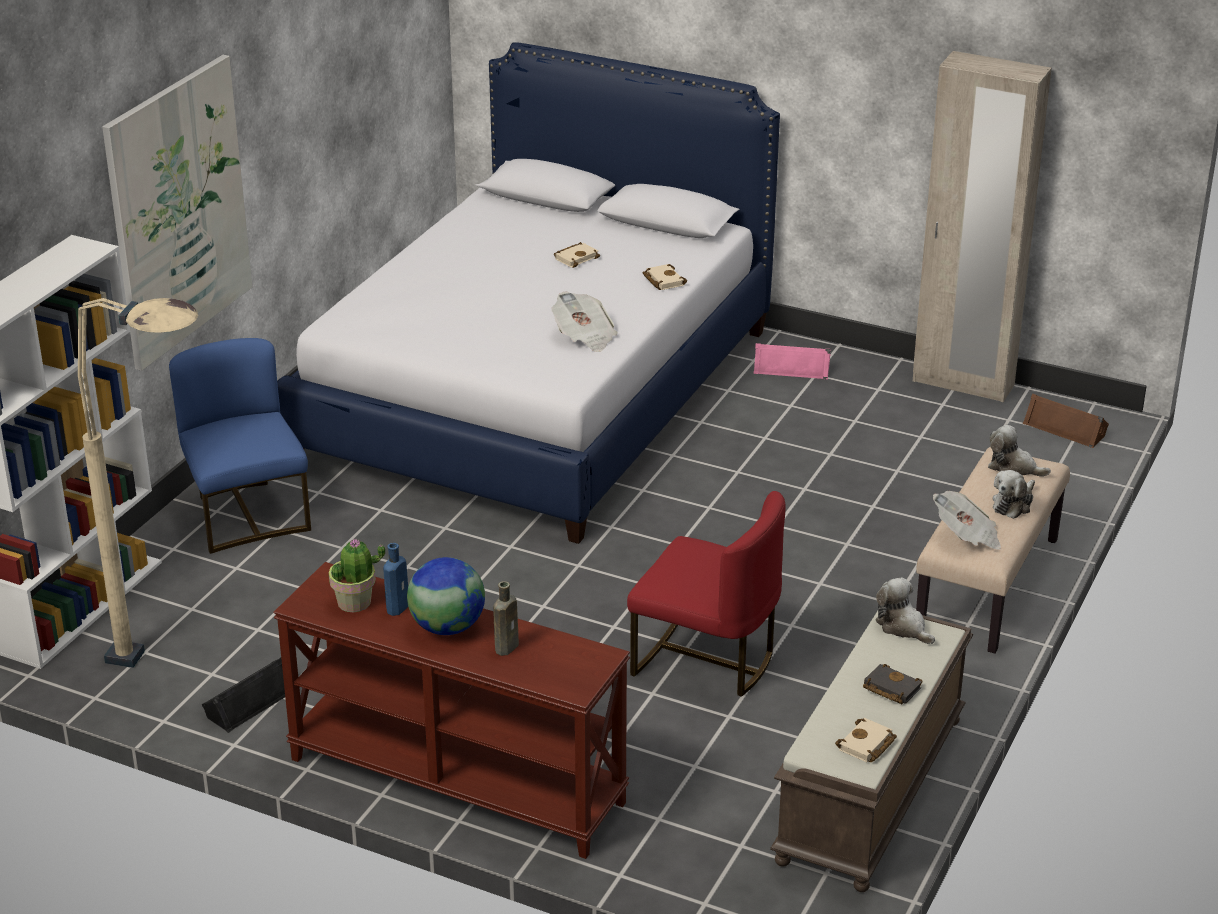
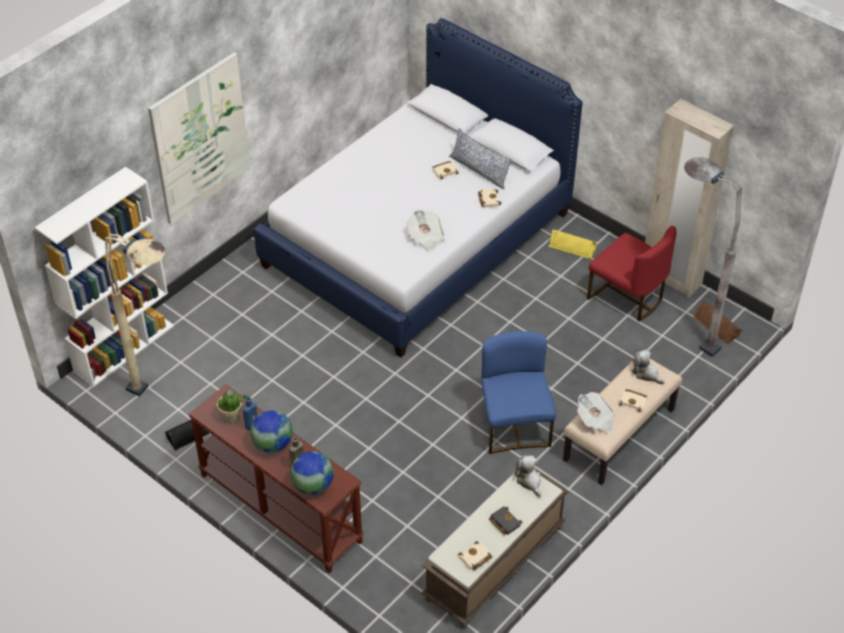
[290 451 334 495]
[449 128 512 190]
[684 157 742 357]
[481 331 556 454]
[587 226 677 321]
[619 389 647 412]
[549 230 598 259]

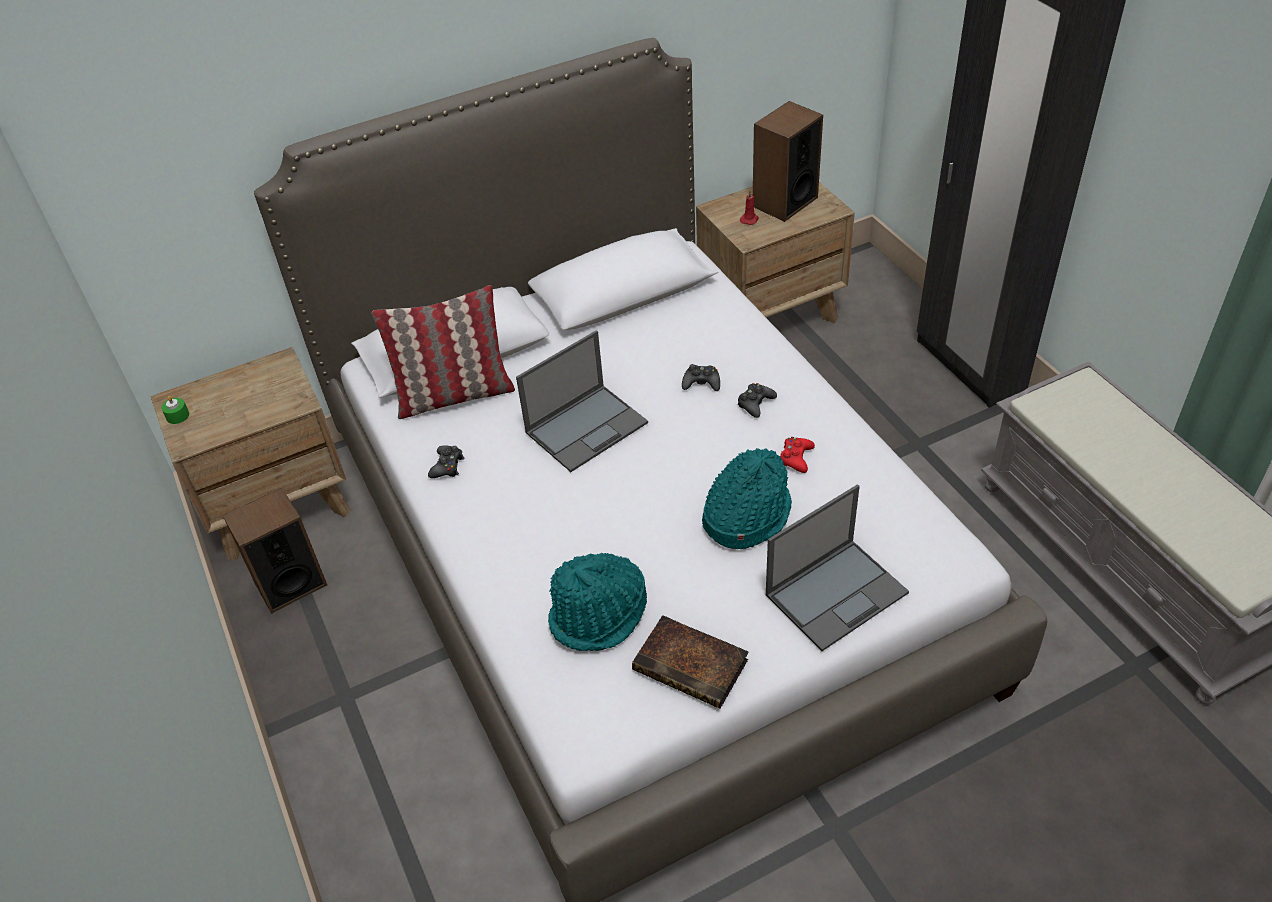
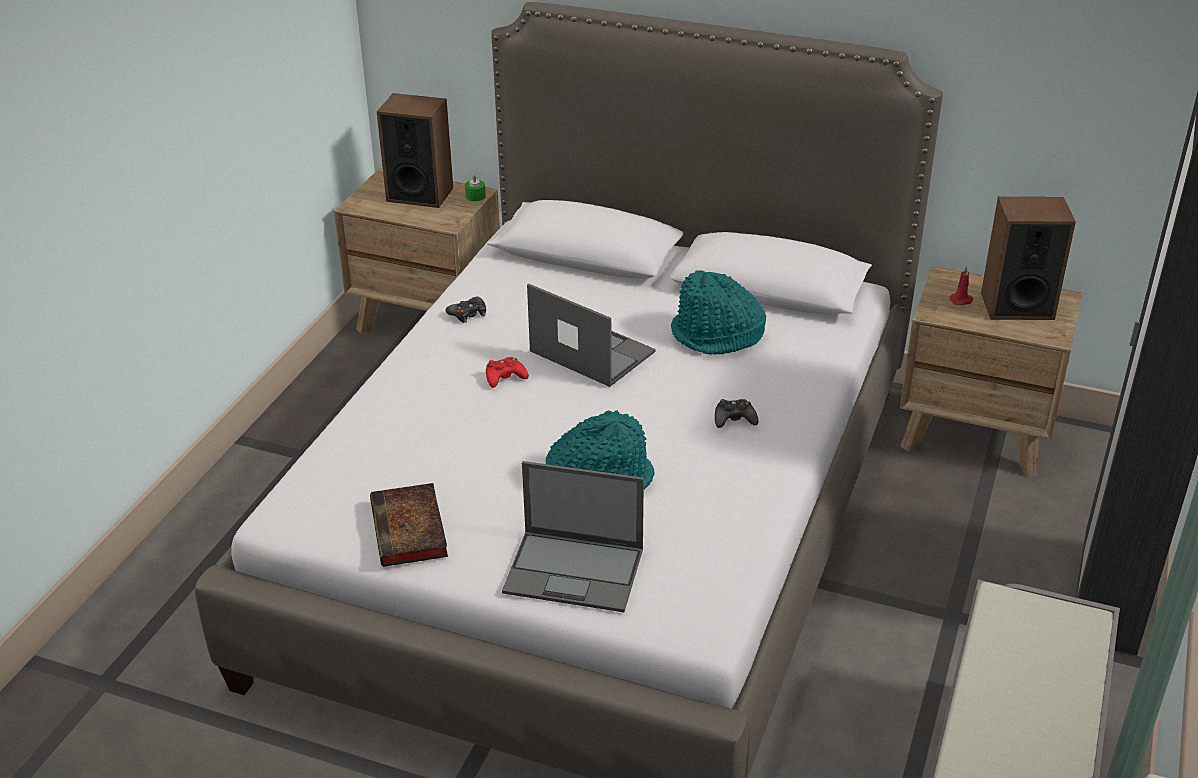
[372 285 515 419] (first image)
[682 364 720 391] (first image)
[465 175 486 201]
[377 93 453 208]
[671 270 766 355]
[486 357 529 388]
[527 284 656 387]

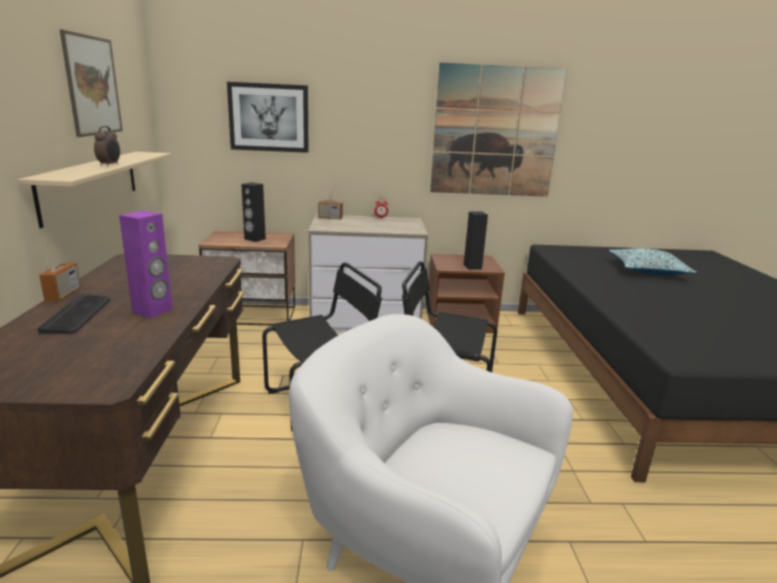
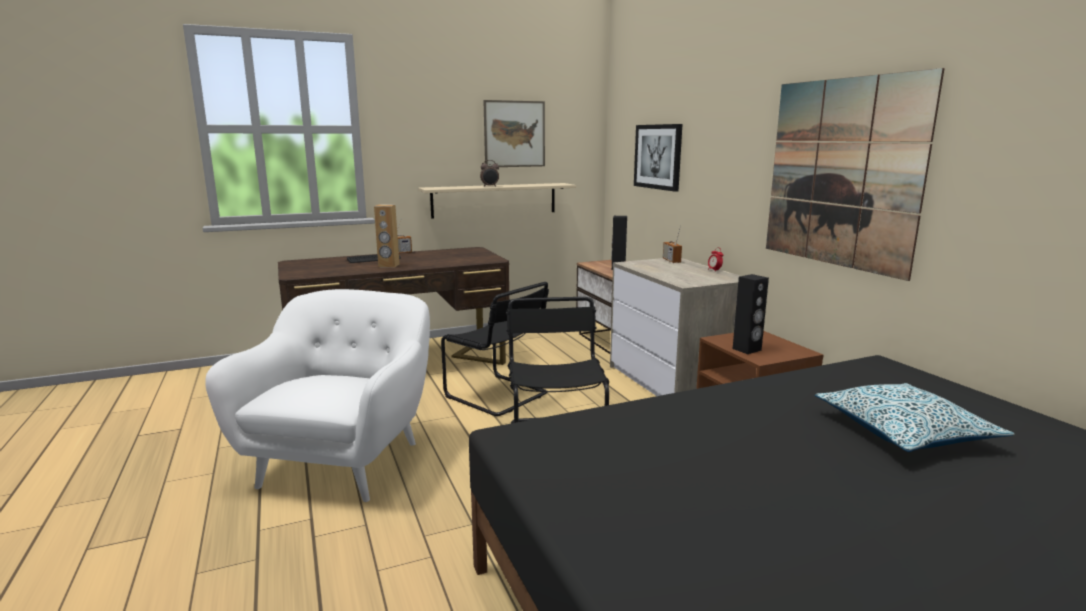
[374 205 400 268]

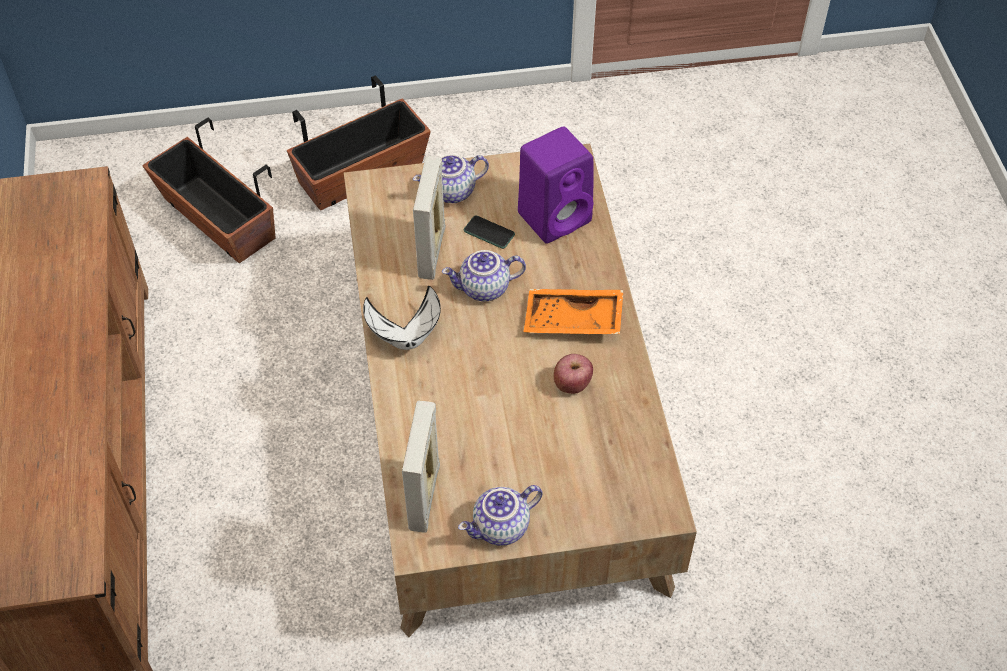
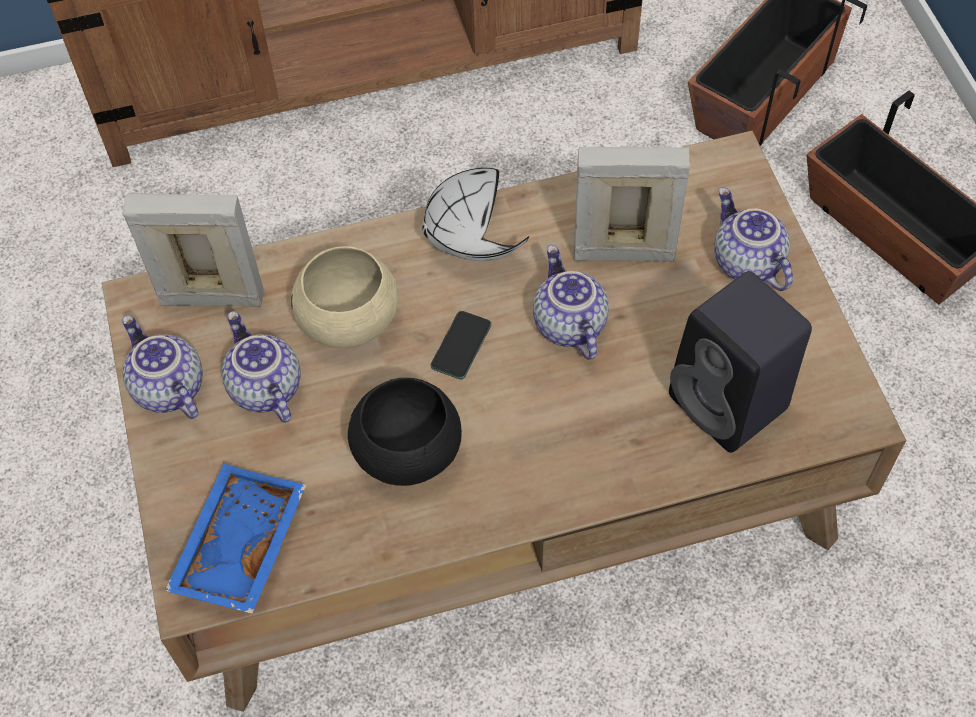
[524 289 624 334] (first image)
[164 464 306 614]
[222 311 300 423]
[291 246 399 348]
[431 311 491 379]
[348 378 462 486]
[669 271 812 453]

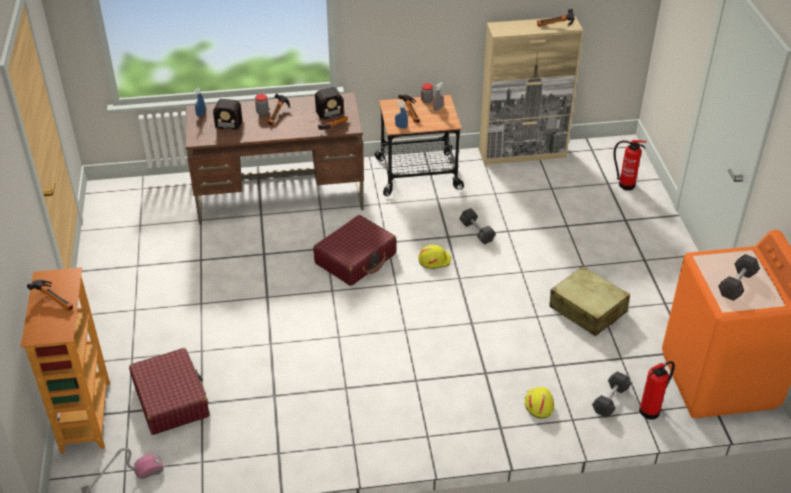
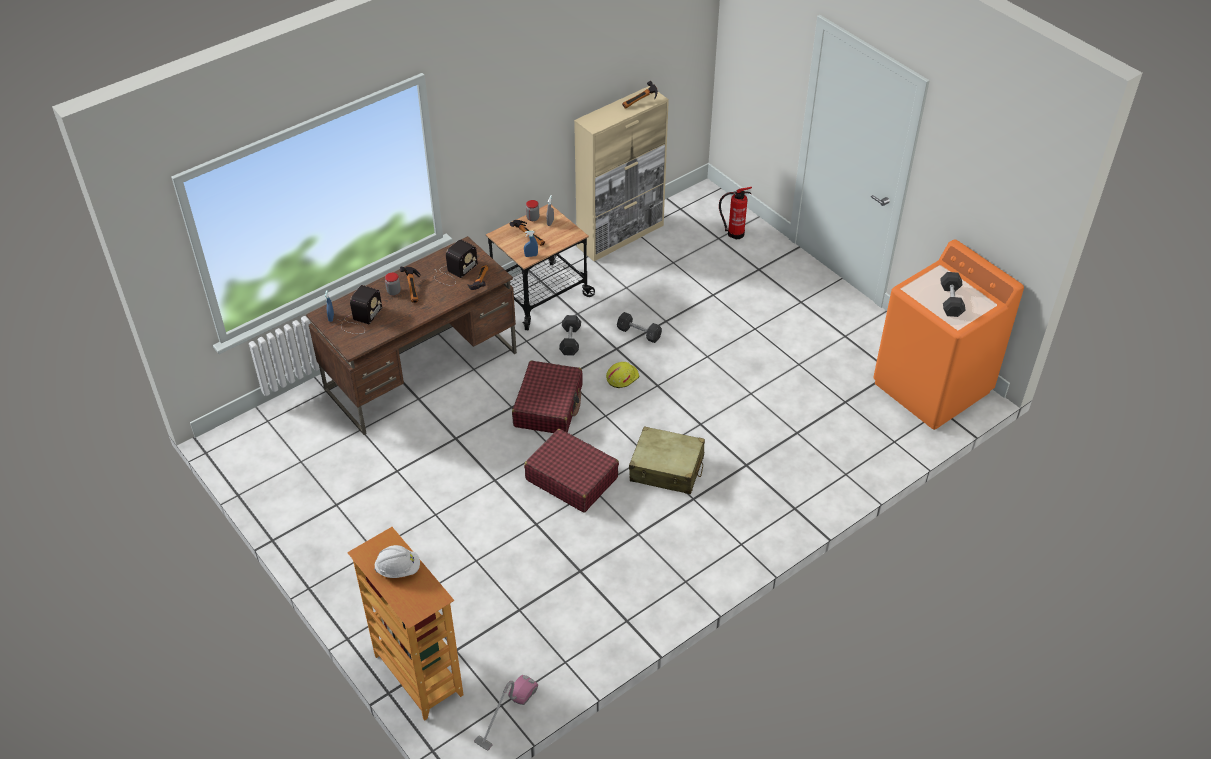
[525 387 554 418] (first image)
[639 361 675 420] (first image)
[524 429 619 512]
[629 426 705 494]
[559 315 581 356]
[374 545 420 578]
[338 285 382 334]

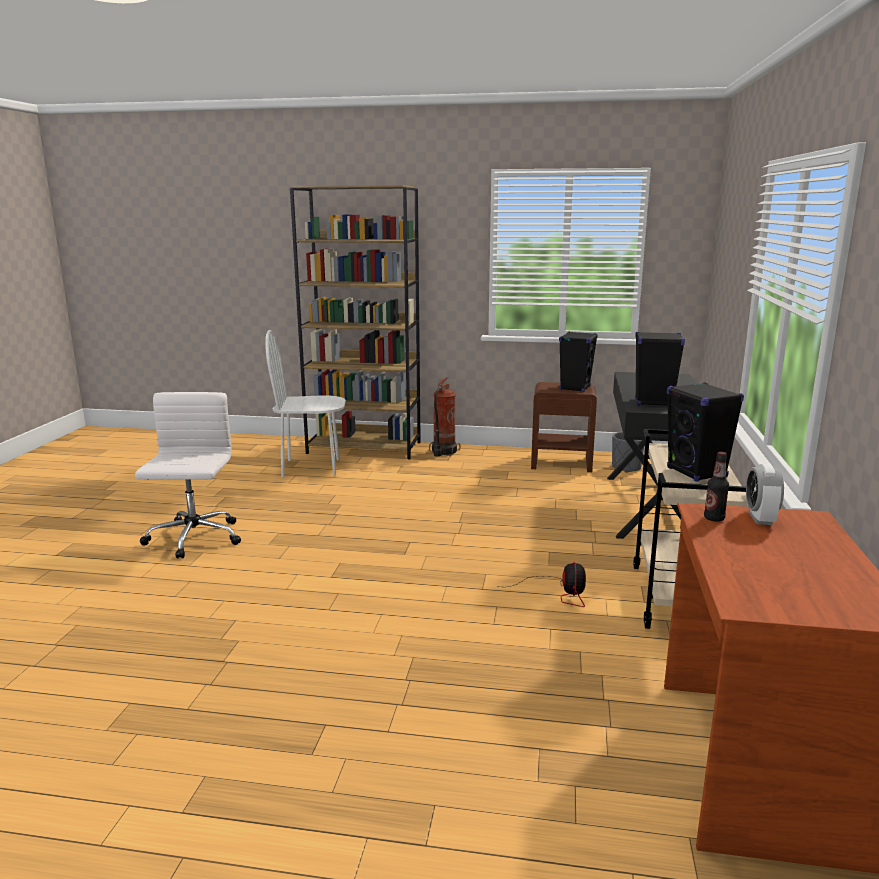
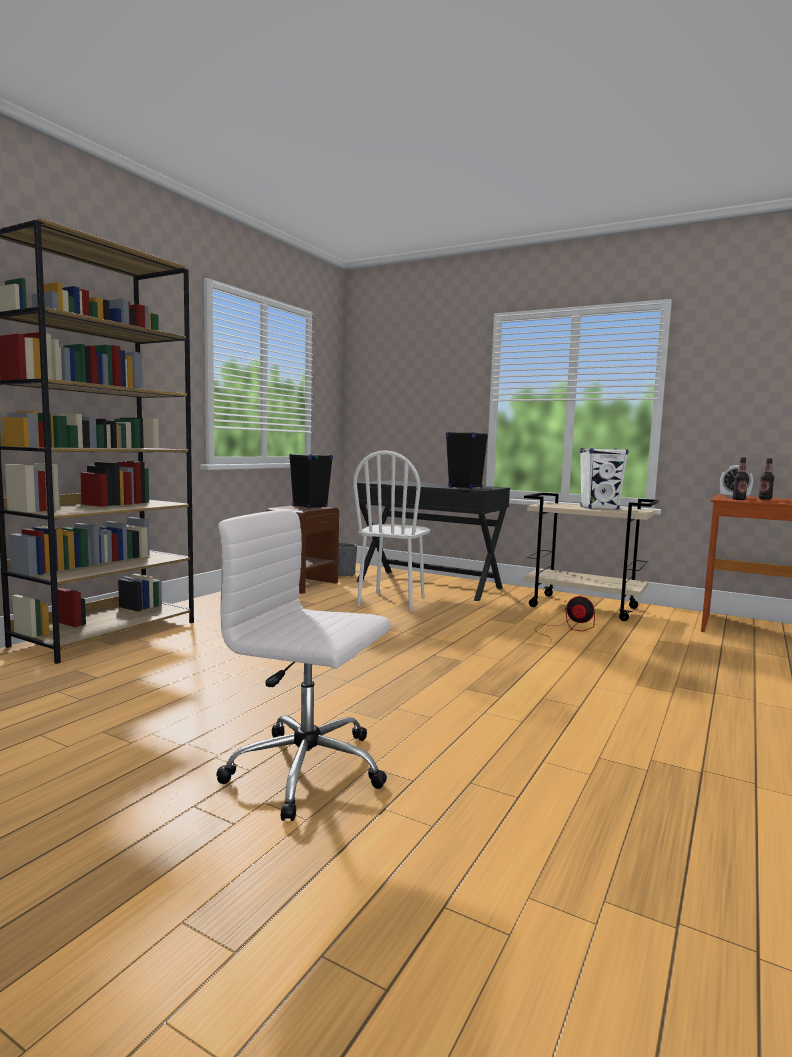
[429 377 460 457] (first image)
[759 458 774 500]
[353 450 430 612]
[580 448 629 510]

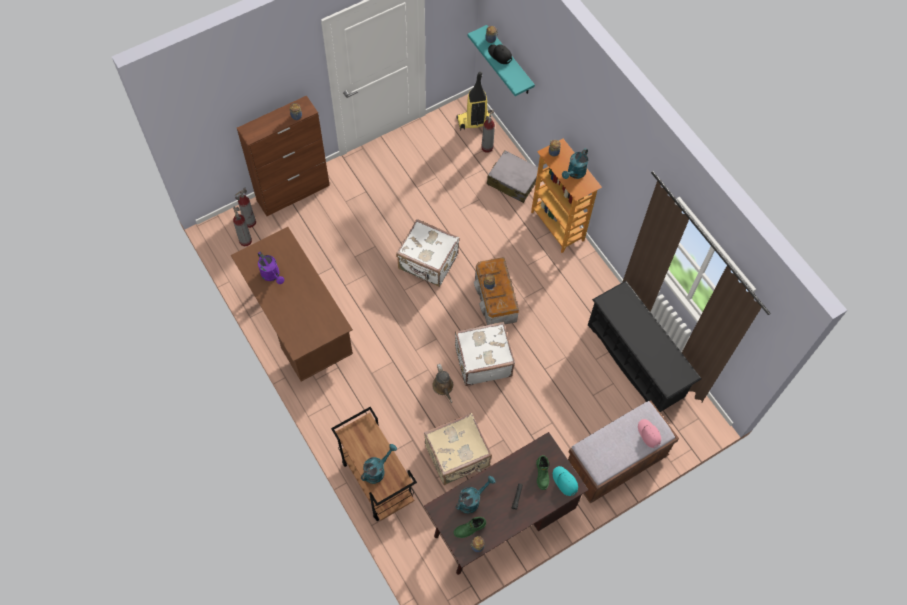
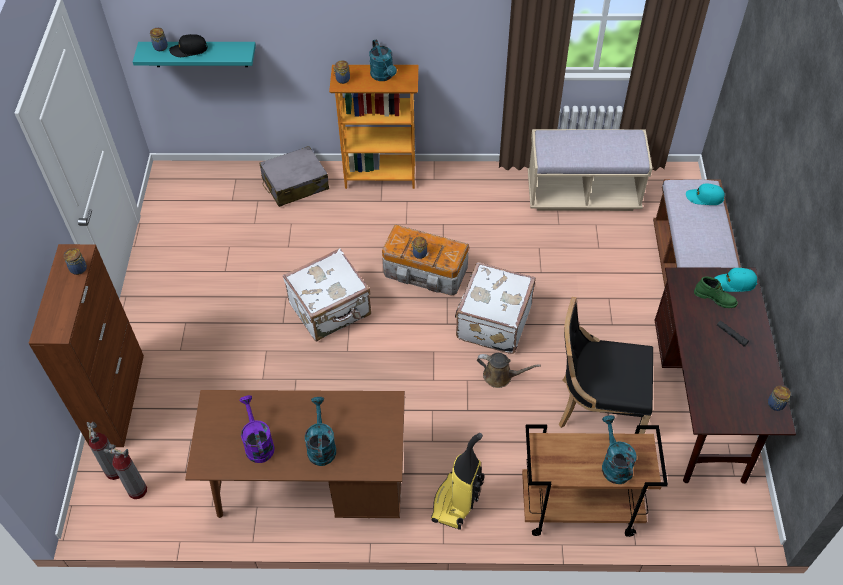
[454 517 486 538] (first image)
[481 109 495 153] (first image)
[431 433 485 530]
[305 397 336 466]
[559 297 653 434]
[528 129 652 211]
[686 183 725 205]
[240 395 275 463]

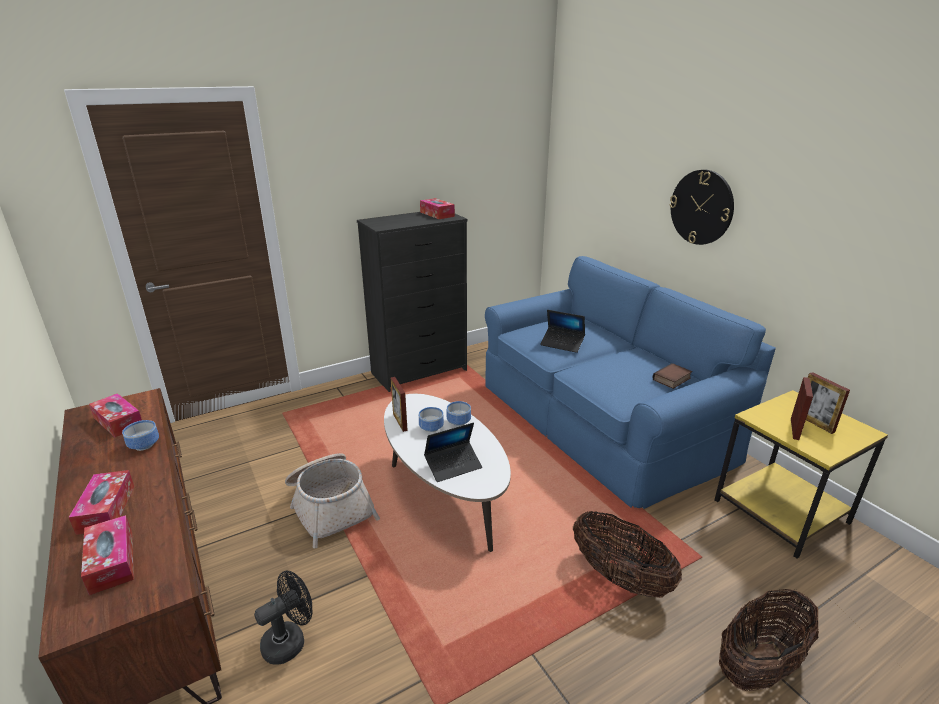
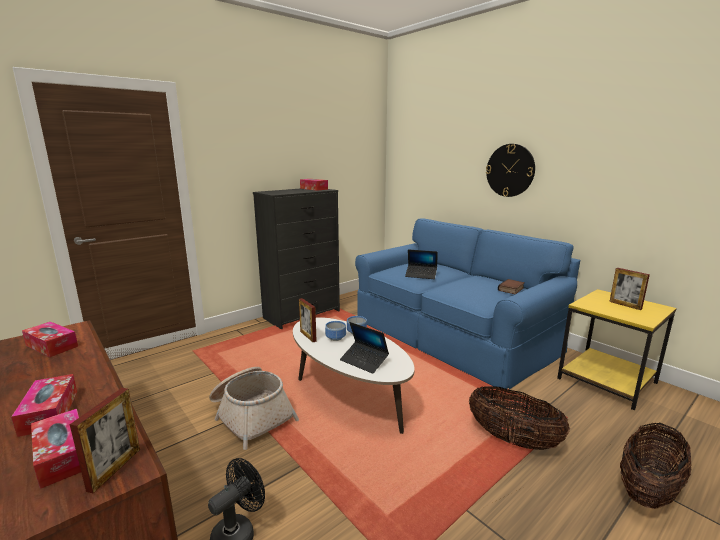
[122 420 159 451] (first image)
[70 388 140 493]
[340 322 389 374]

